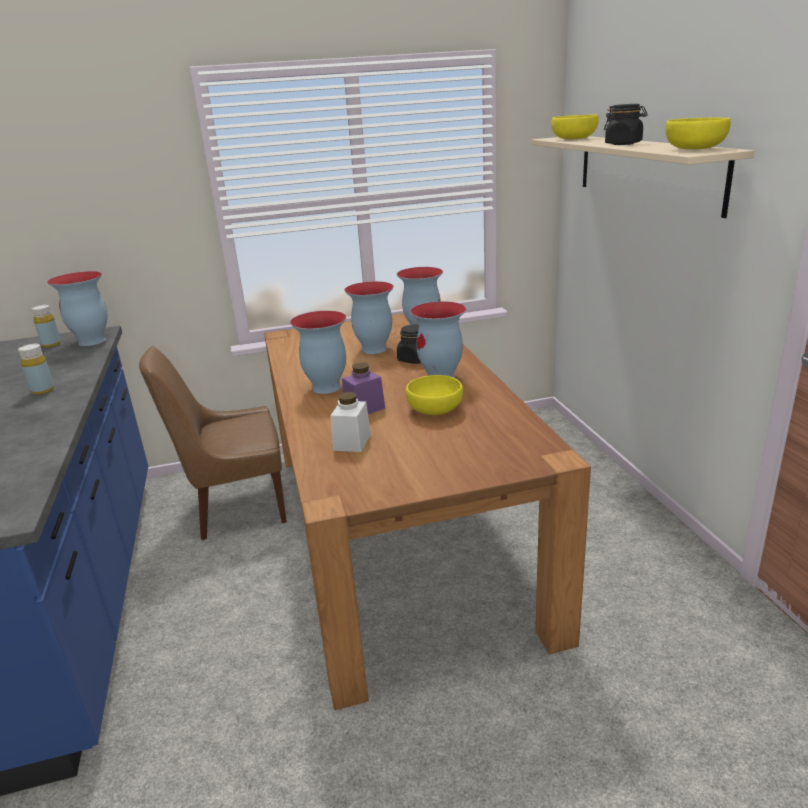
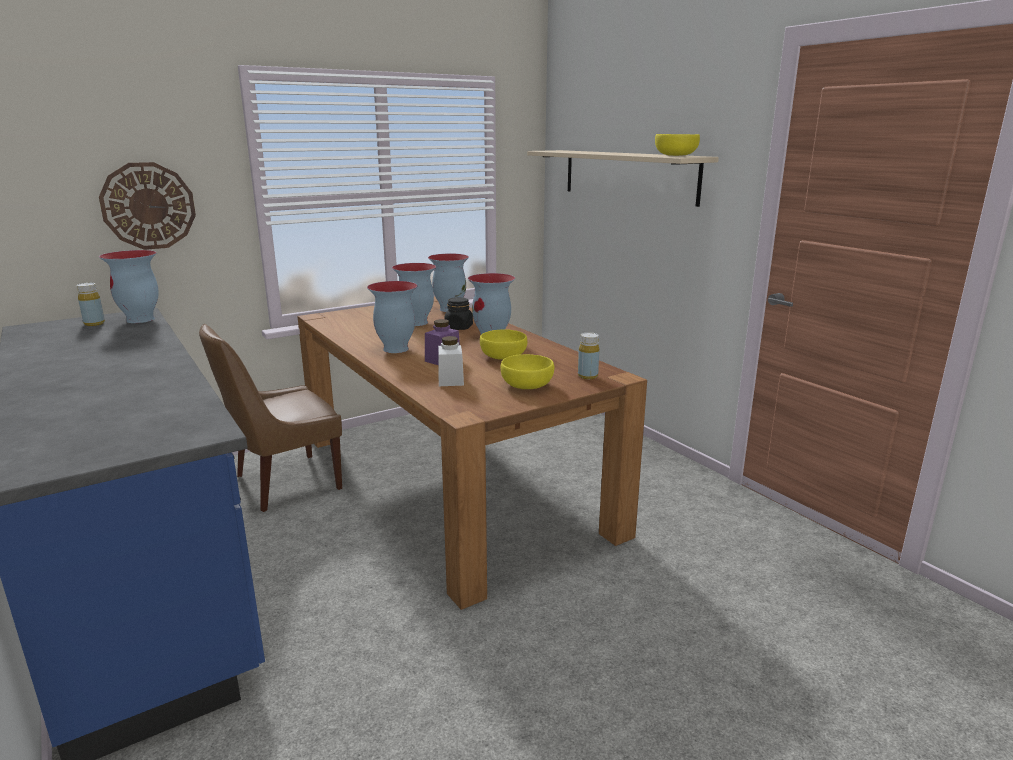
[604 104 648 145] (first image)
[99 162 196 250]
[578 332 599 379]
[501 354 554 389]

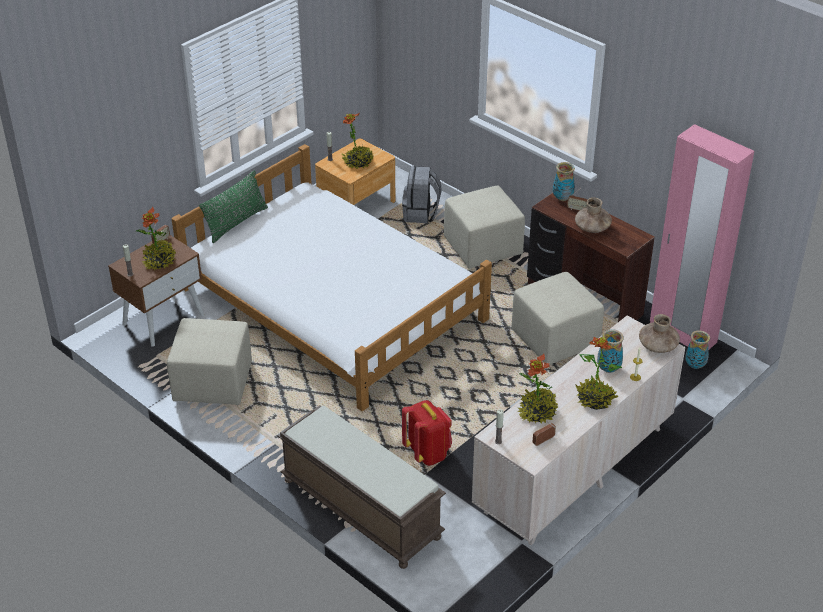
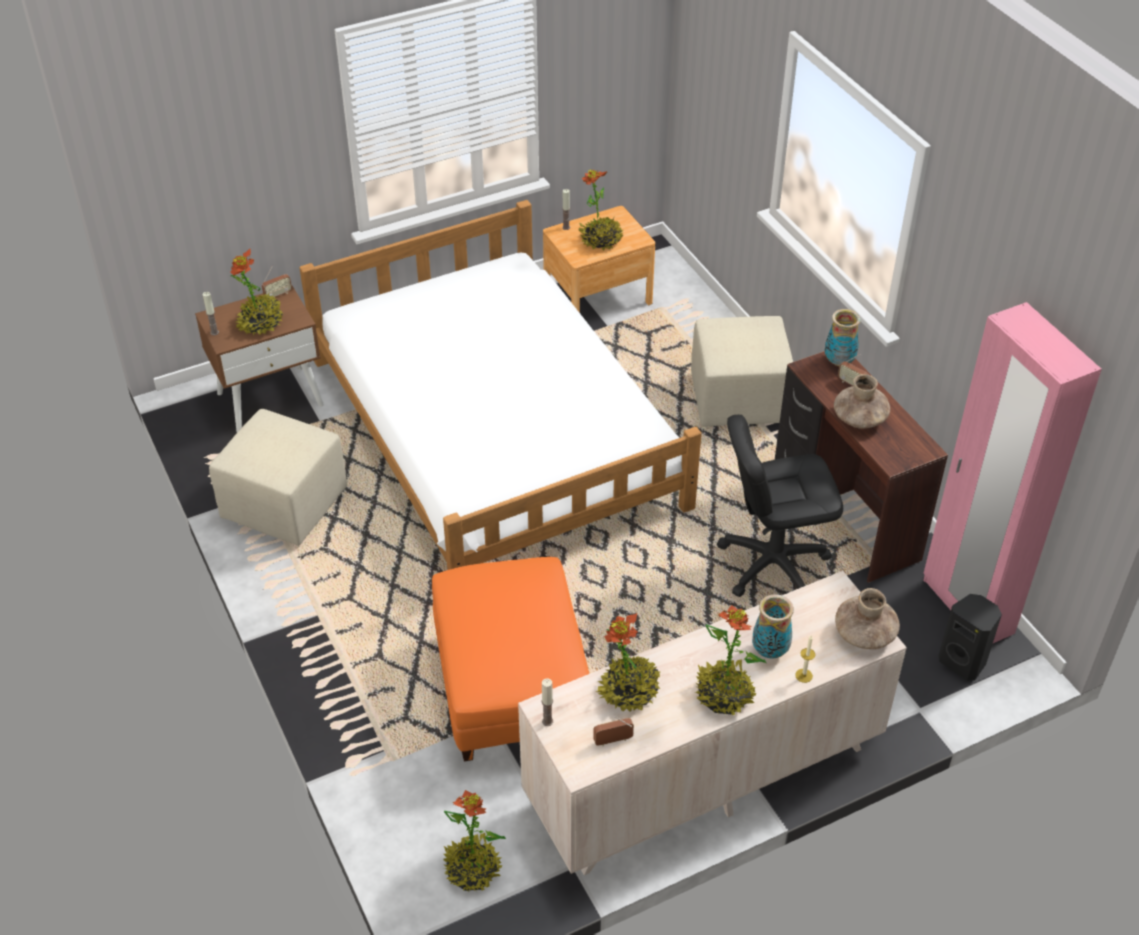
[199 170 268 243] (first image)
[277 405 446 569] (first image)
[402 166 442 223] (first image)
[443 790 506 892]
[432 557 589 762]
[717 415 843 597]
[939 594 1002 681]

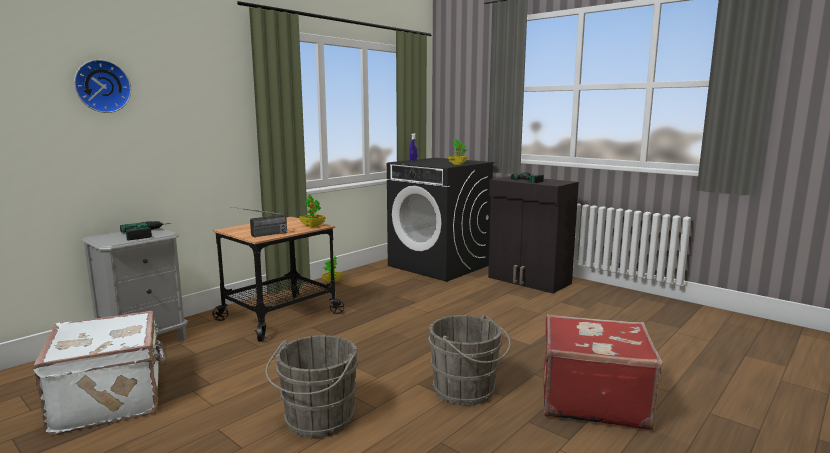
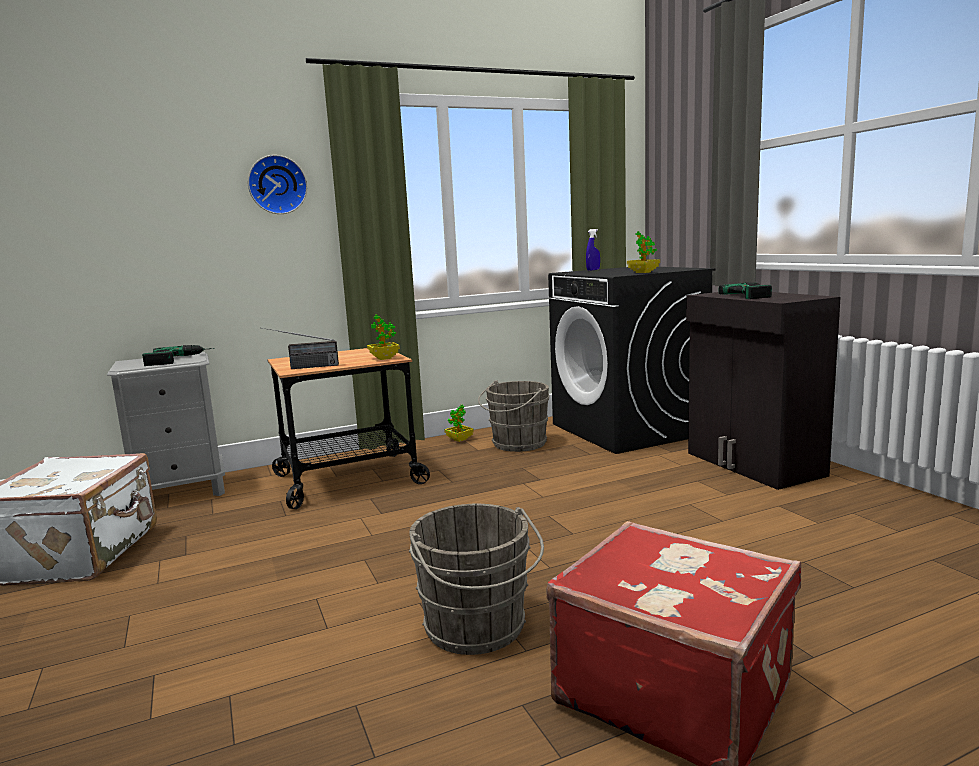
[248 155 307 214]
[478 380 549 452]

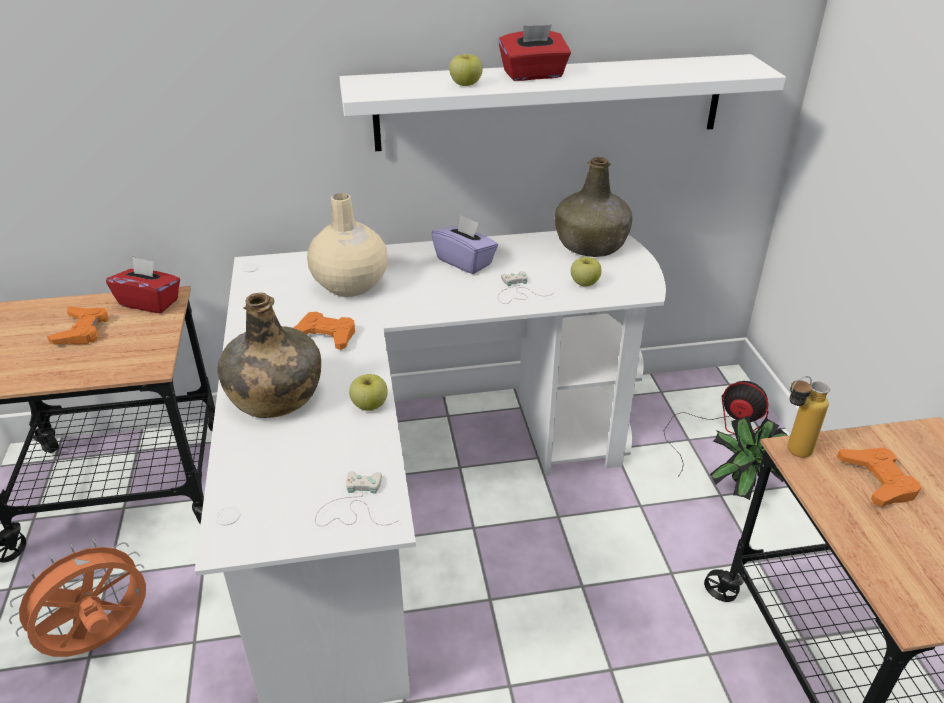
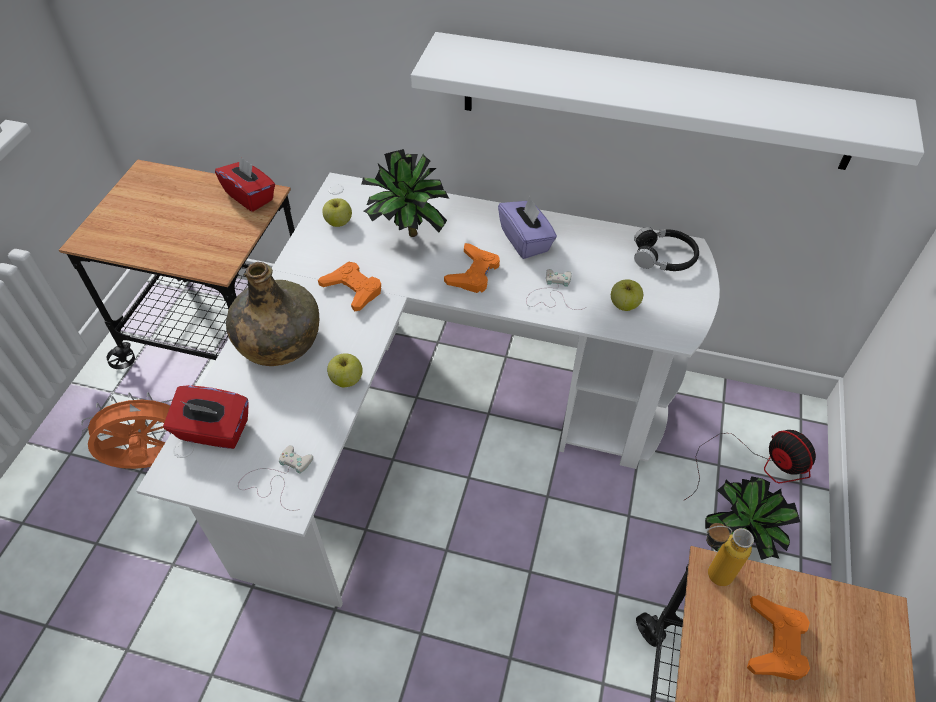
[444 243 500 293]
[322 198 352 227]
[163 385 248 449]
[361 149 449 237]
[634 227 699 271]

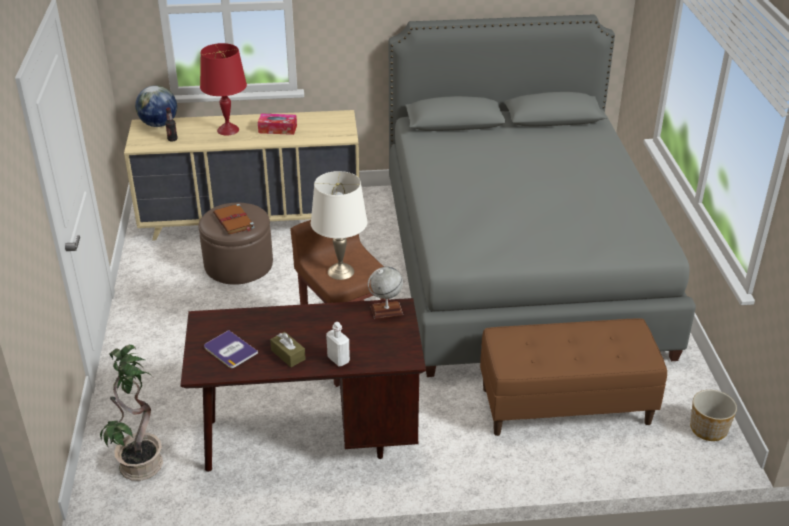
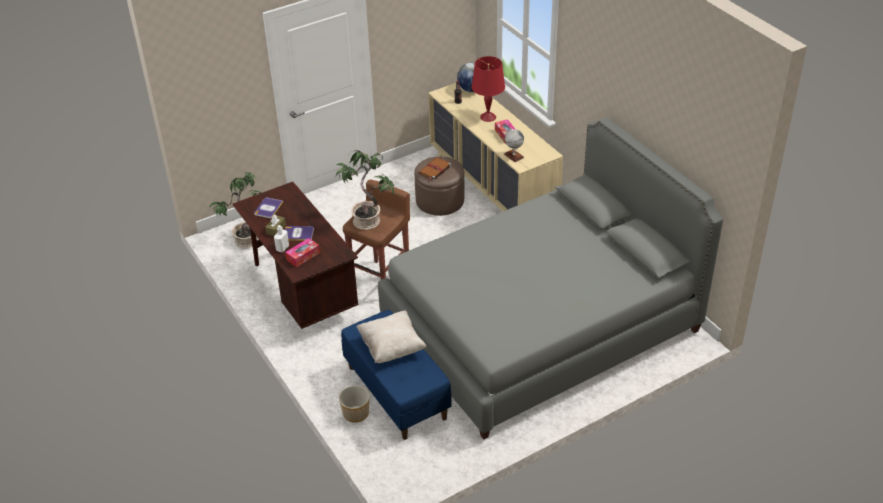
[285 226 314 241]
[285 238 320 267]
[356 310 426 363]
[504 128 524 162]
[339 386 370 423]
[336 151 394 230]
[341 310 452 440]

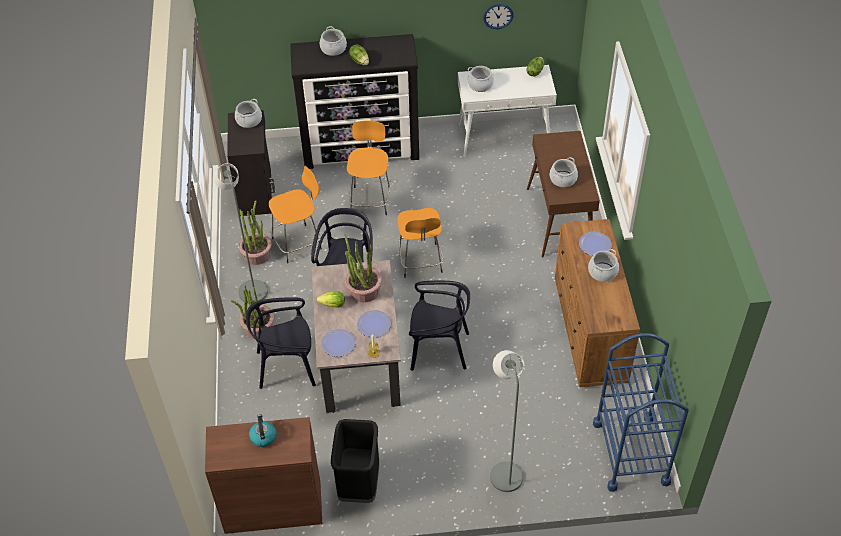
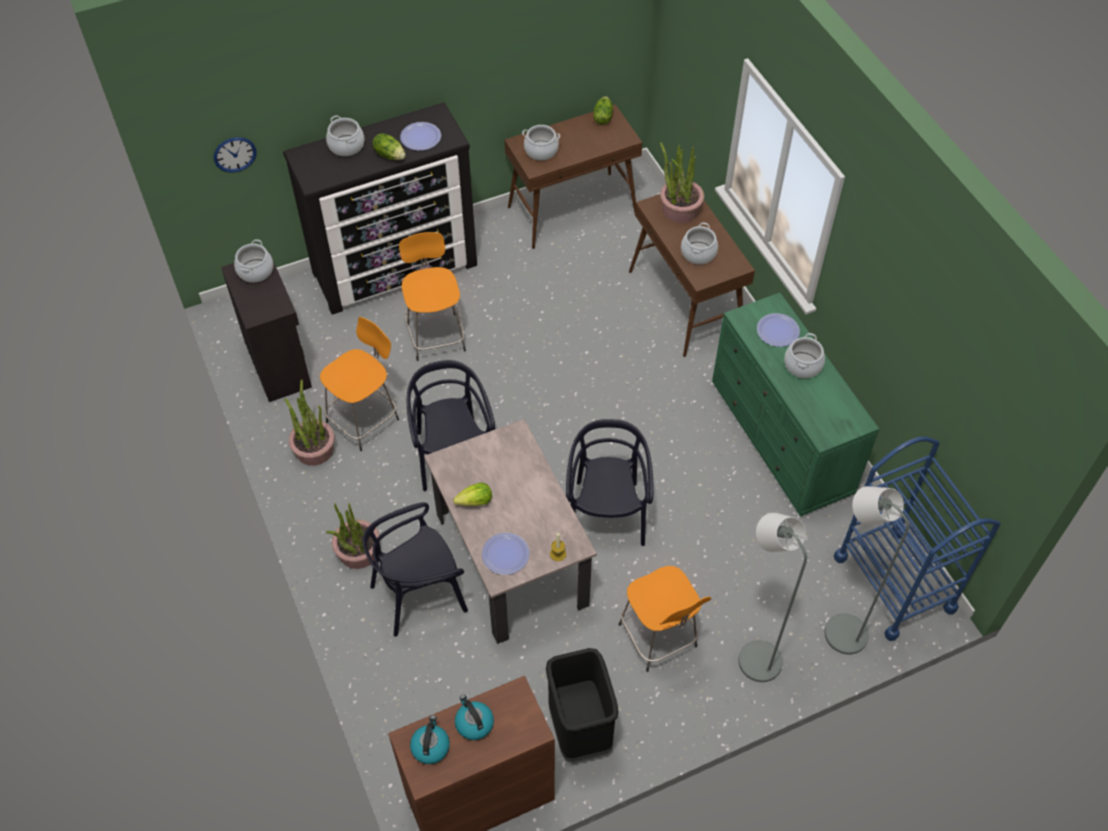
[410 715 450 764]
[825 486 910 655]
[660 142 704 223]
[400 122 441 151]
[618 566 711 672]
[214 137 257 173]
[504 105 642 249]
[712 293 879 516]
[566 419 653 546]

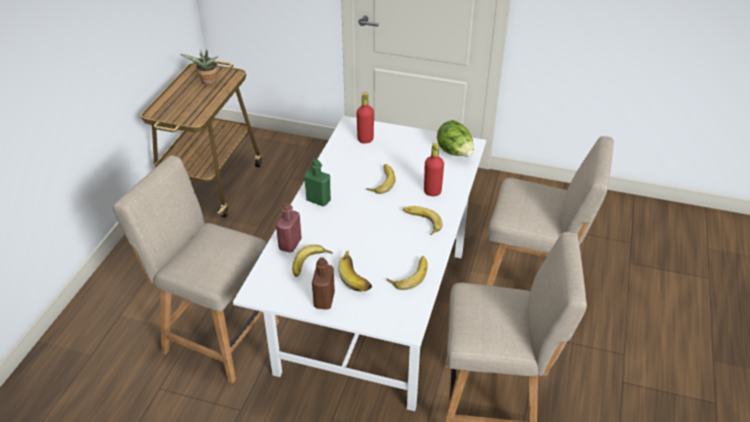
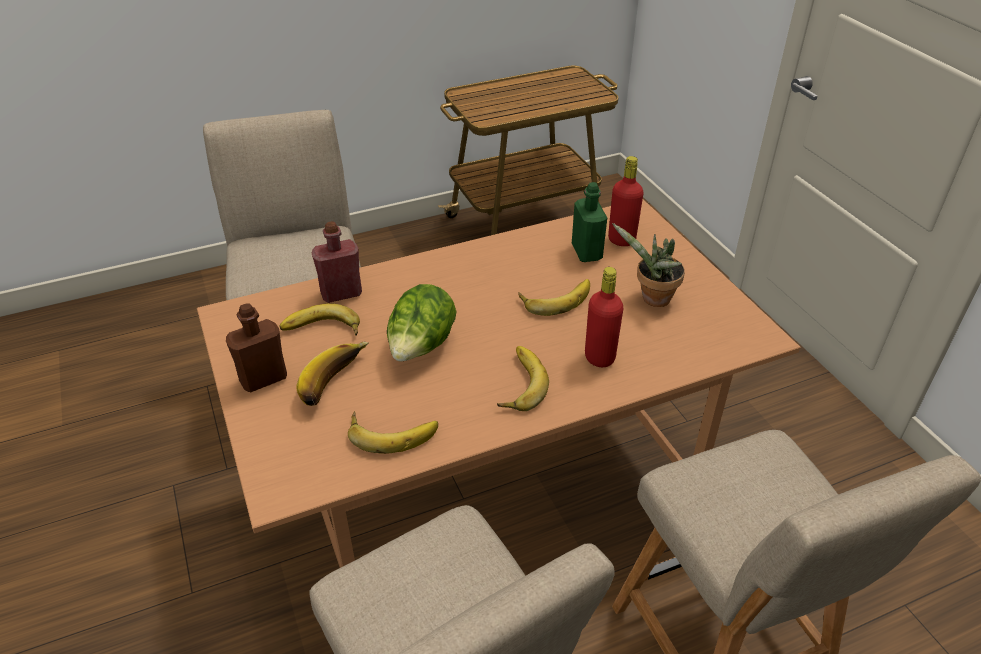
[612 223 685 307]
[572 182 607 262]
[387 284 456 362]
[197 199 800 568]

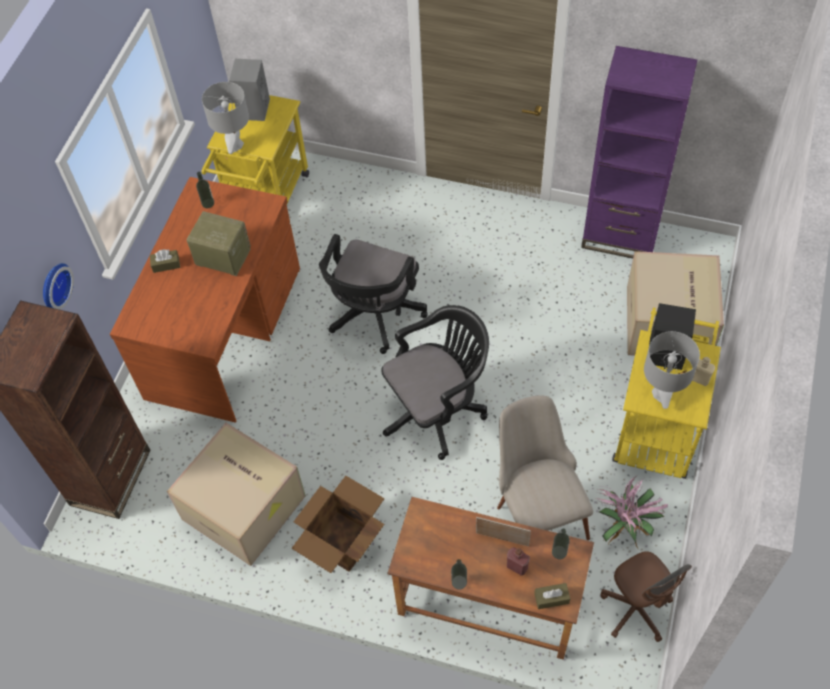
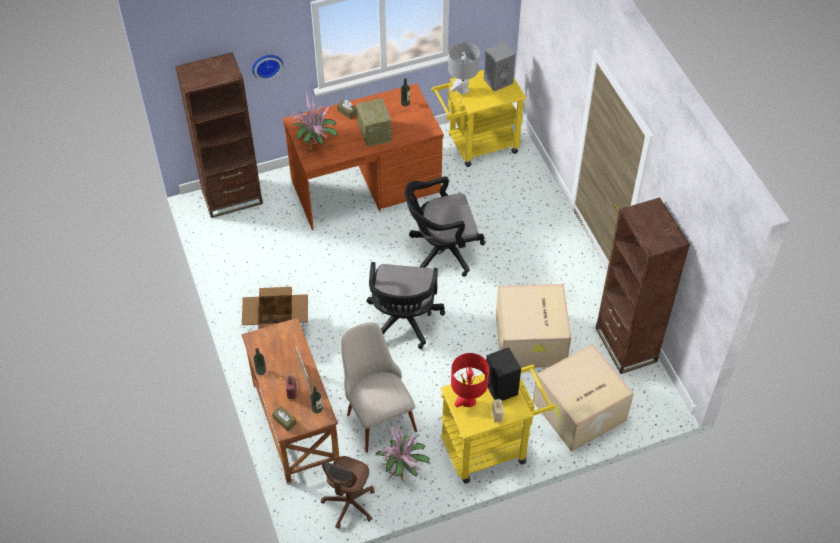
[291 93 338 151]
[496 284 571 368]
[595 198 690 374]
[451 353 489 407]
[366 262 445 349]
[340 322 417 453]

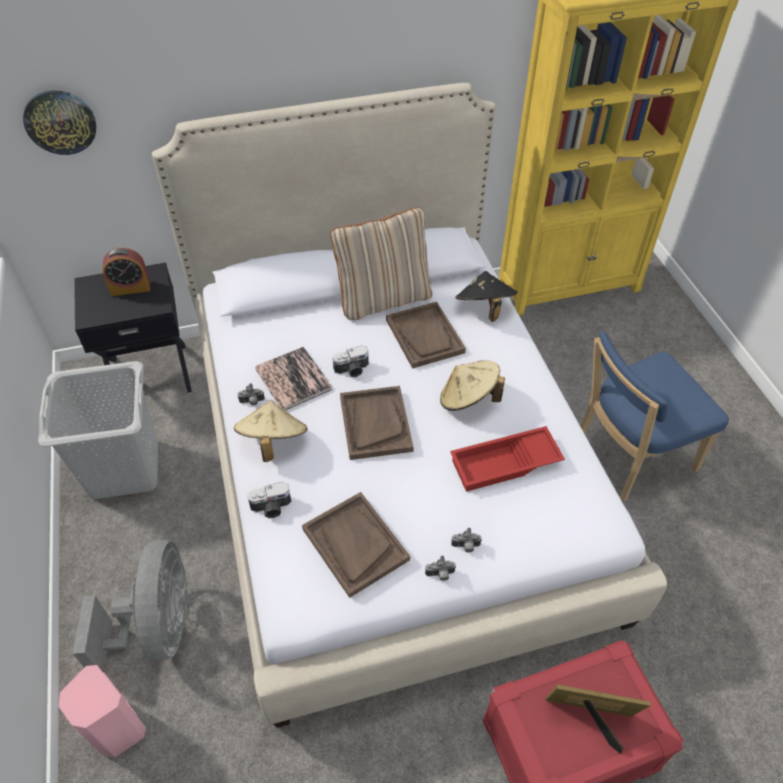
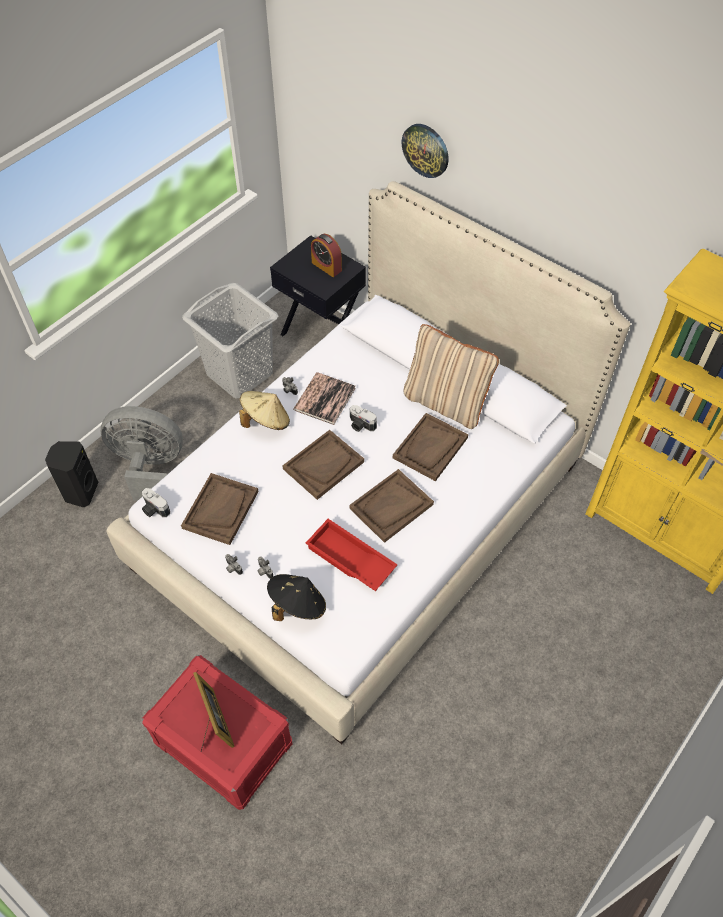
[580 331 729 502] (first image)
[402 124 449 178]
[142 488 170 517]
[267 574 326 621]
[349 469 434 543]
[45 441 99 508]
[101 406 183 501]

